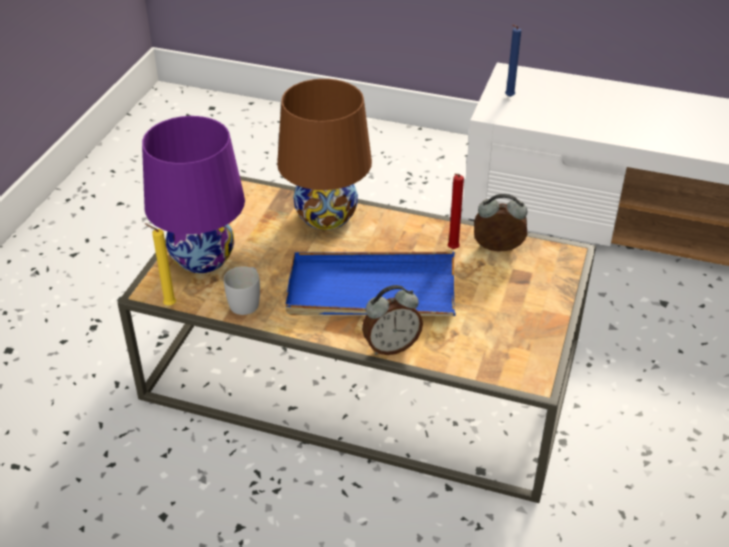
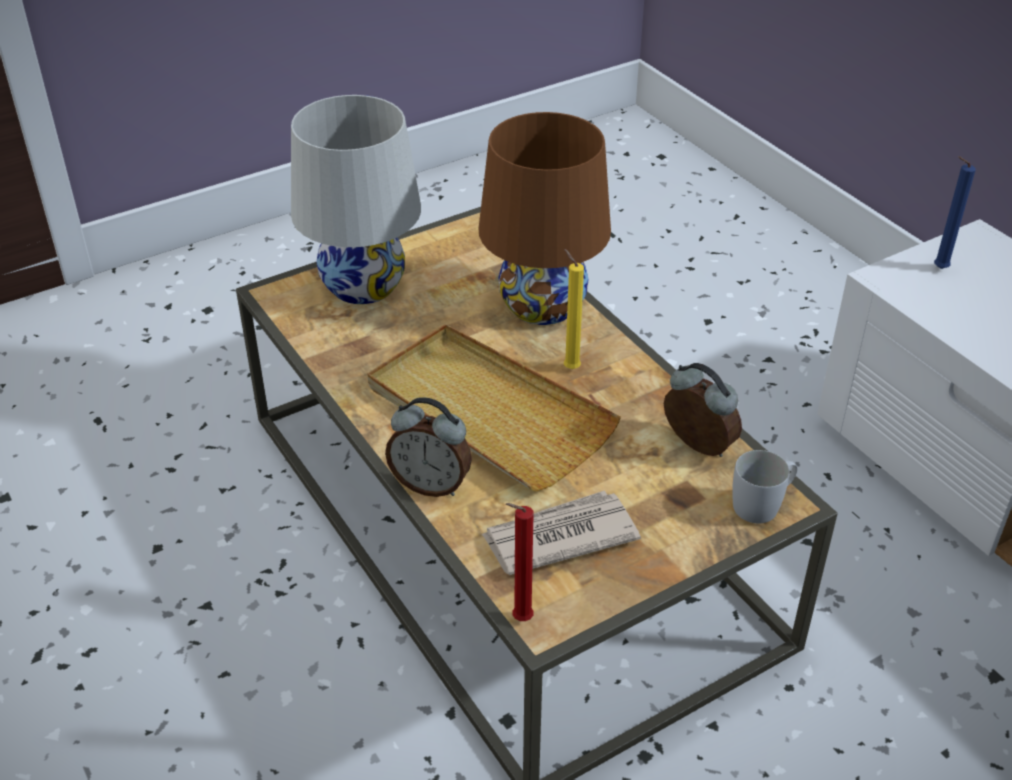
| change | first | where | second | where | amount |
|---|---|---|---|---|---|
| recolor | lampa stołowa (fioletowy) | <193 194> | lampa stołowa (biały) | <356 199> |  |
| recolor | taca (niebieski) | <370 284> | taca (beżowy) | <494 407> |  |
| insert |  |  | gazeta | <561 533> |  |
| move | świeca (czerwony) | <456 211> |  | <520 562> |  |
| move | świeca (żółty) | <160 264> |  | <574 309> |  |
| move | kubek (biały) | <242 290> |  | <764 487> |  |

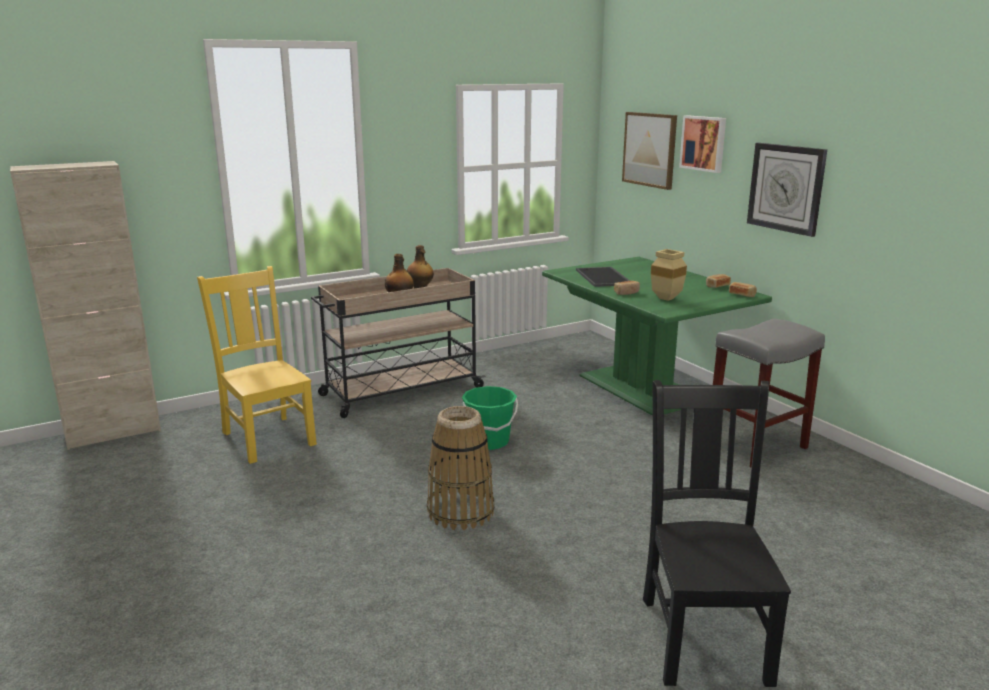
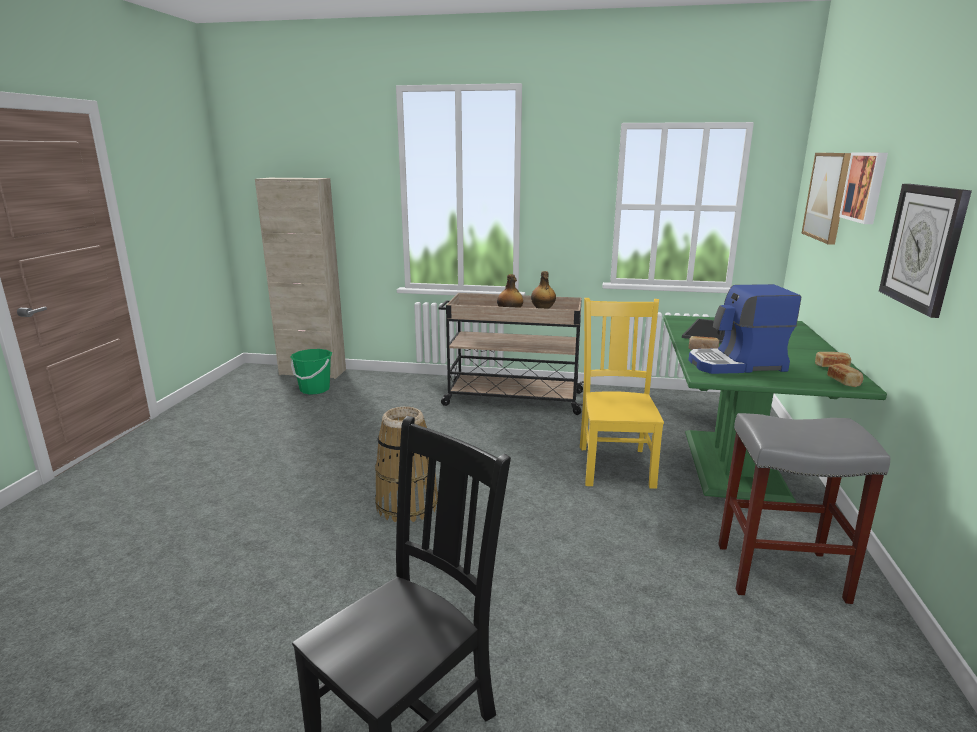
| change | first | where | second | where | amount |
|---|---|---|---|---|---|
| move | wiadro (zielony) | <490 418> |  | <311 372> |  |
| move | krzesło (żółty) | <257 365> |  | <622 393> |  |
| replace | wazon (beżowy) | <669 275> | ekspres do kawy | <744 329> |  |

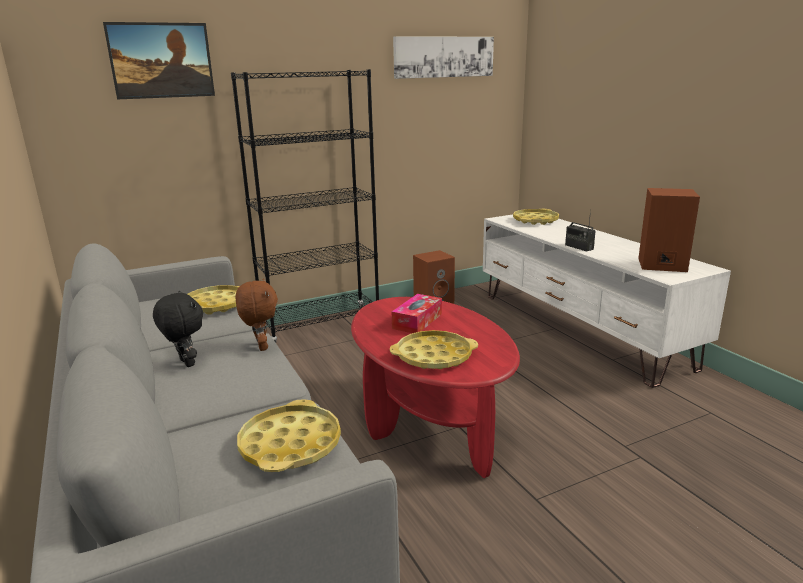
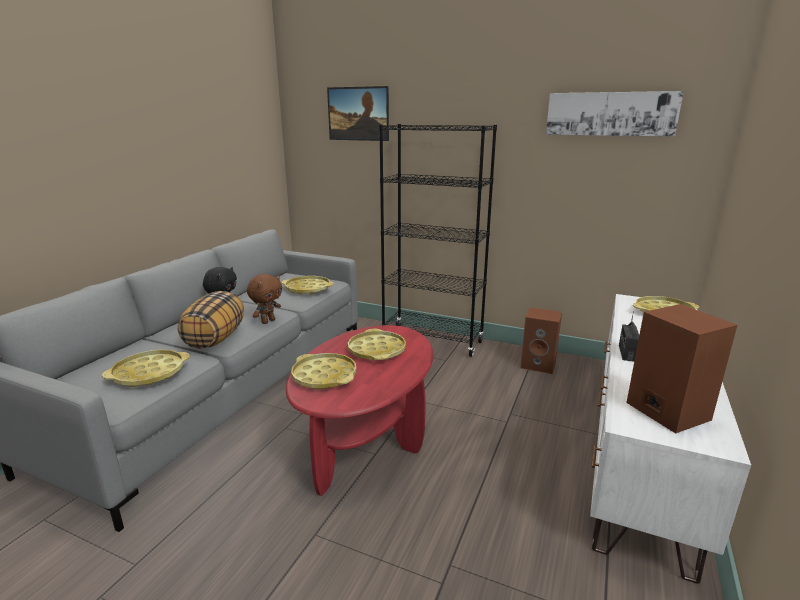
| change | first | where | second | where | amount |
|---|---|---|---|---|---|
| insert |  |  | poduszka | <210 320> |  |
| replace | pudełko chusteczek | <417 313> | taca (żółty) | <377 345> |  |

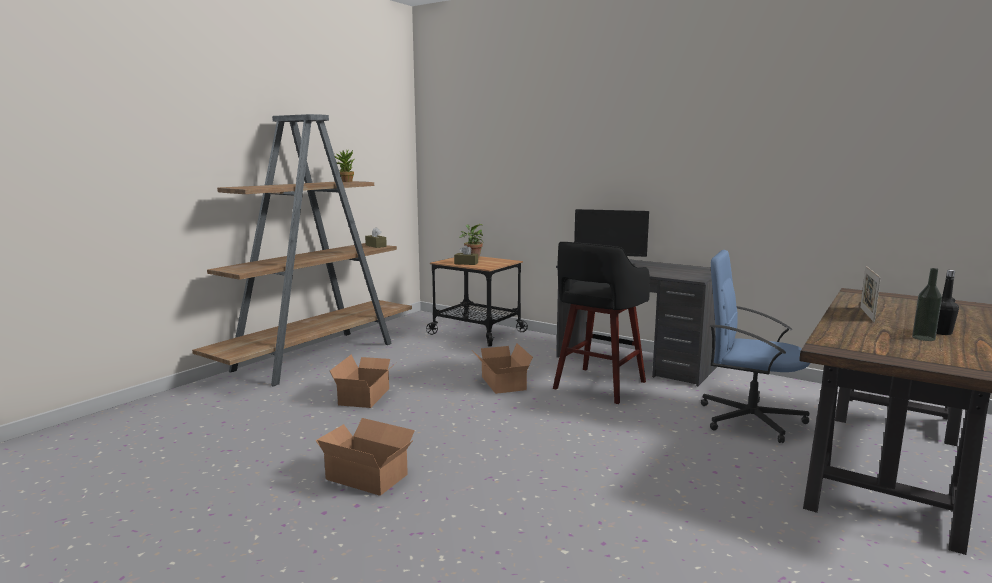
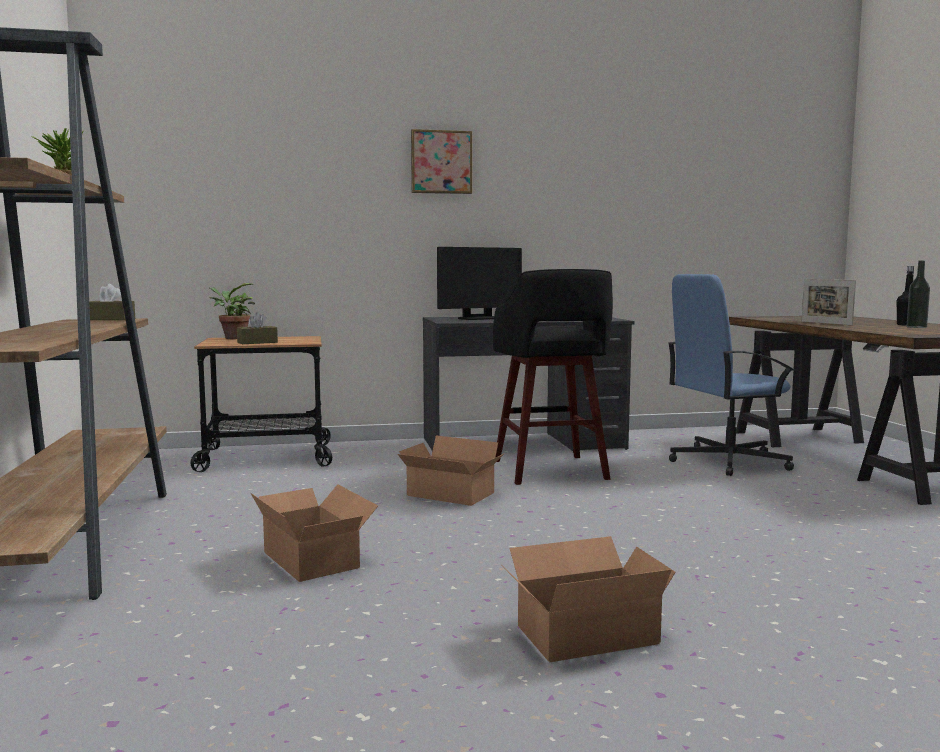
| change | first | where | second | where | amount |
|---|---|---|---|---|---|
| insert |  |  | obraz | <441 161> |  |

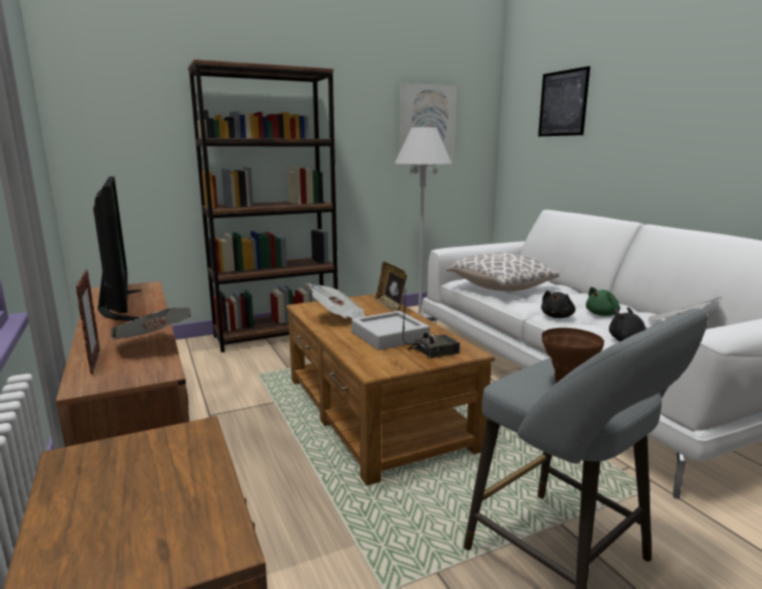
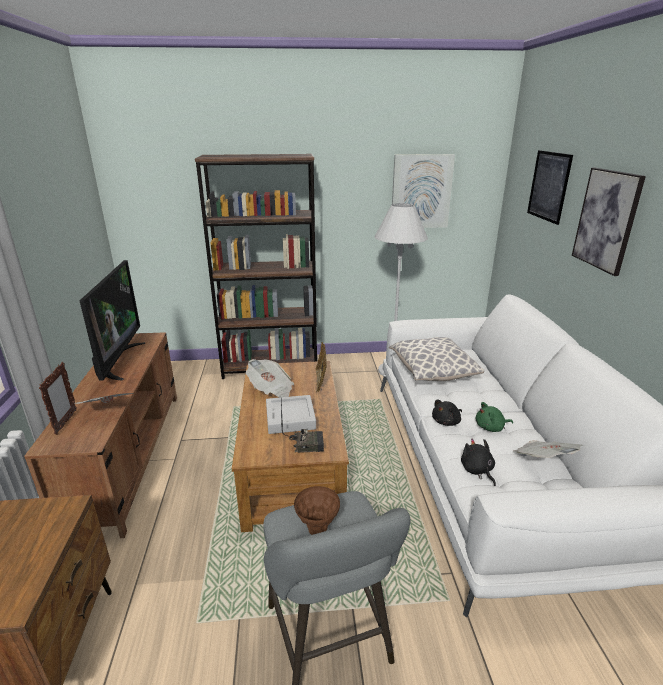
| change | first | where | second | where | amount |
|---|---|---|---|---|---|
| insert |  |  | obraz | <609 222> |  |

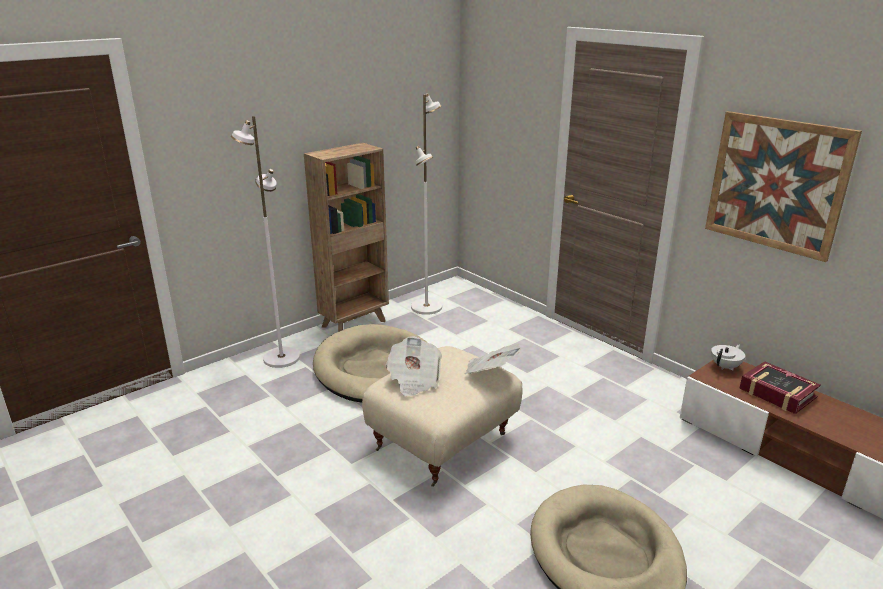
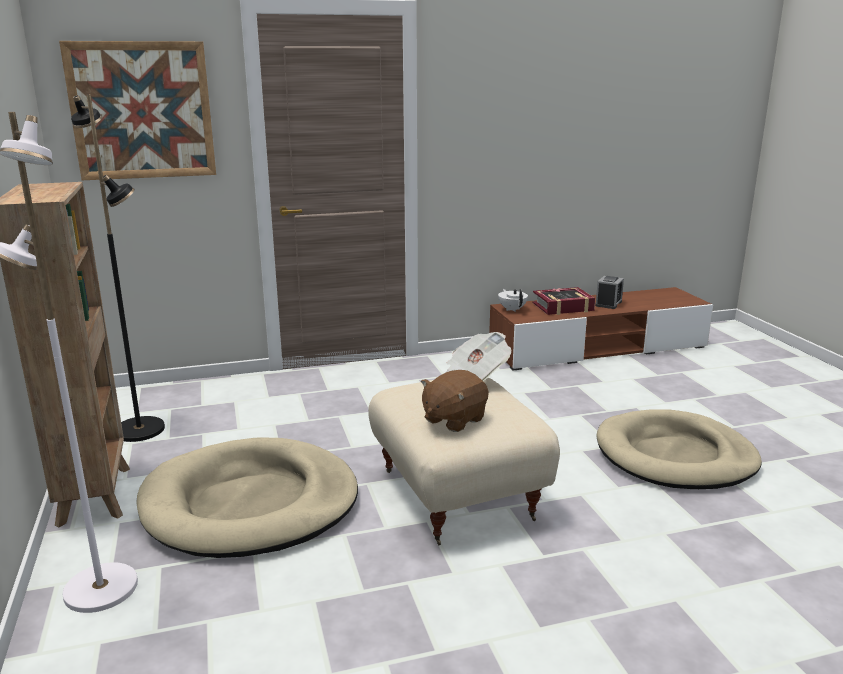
| change | first | where | second | where | amount |
|---|---|---|---|---|---|
| move | obraz | <783 186> |  | <137 110> |  |
| recolor | lampa stojąca (biały) | <426 204> | lampa stojąca (czarny) | <118 268> |  |
| replace | gazeta | <414 366> | pluszak (brązowy) | <455 401> |  |
| insert |  |  | budzik | <609 292> |  |

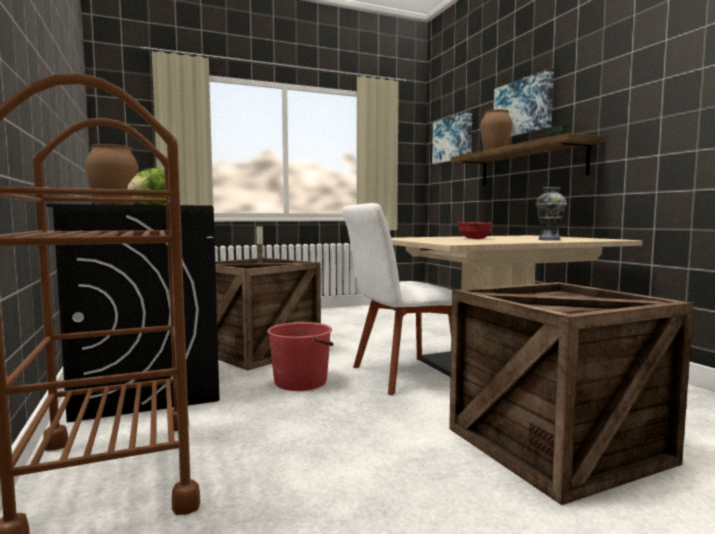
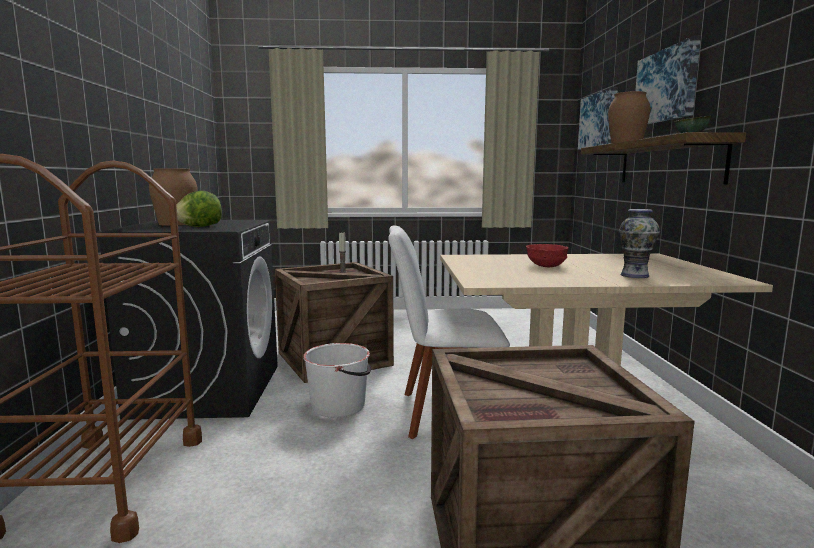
| change | first | where | second | where | amount |
|---|---|---|---|---|---|
| recolor | wiadro (czerwony) | <300 356> | wiadro (biały) | <337 380> |  |

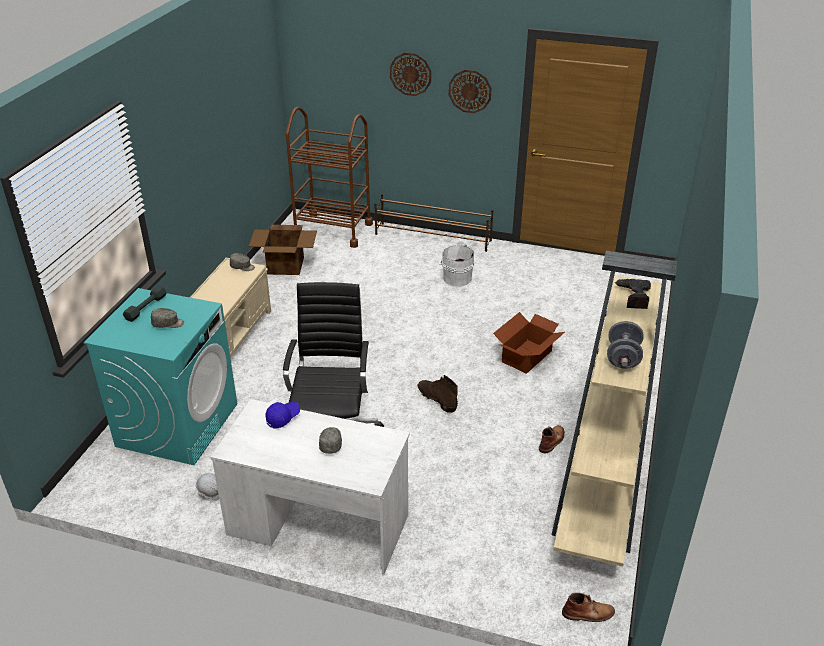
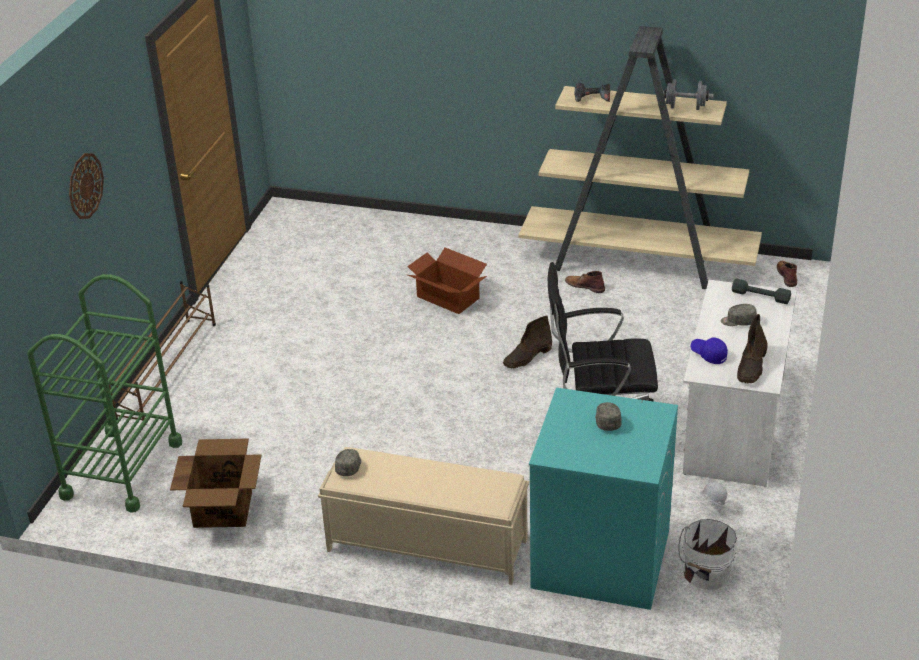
| change | first | where | second | where | amount |
|---|---|---|---|---|---|
| recolor | wózek (brązowy) | <329 177> | wózek (zielony) | <104 393> |  |
| move | wiadro (biały) | <456 265> |  | <707 554> |  |
| move | hantel (szary) | <145 304> |  | <761 291> |  |
| insert |  |  | but z cholewką (brązowy) | <752 349> |  |
| delete | zegar ścienny | <470 91> |  |  |  |

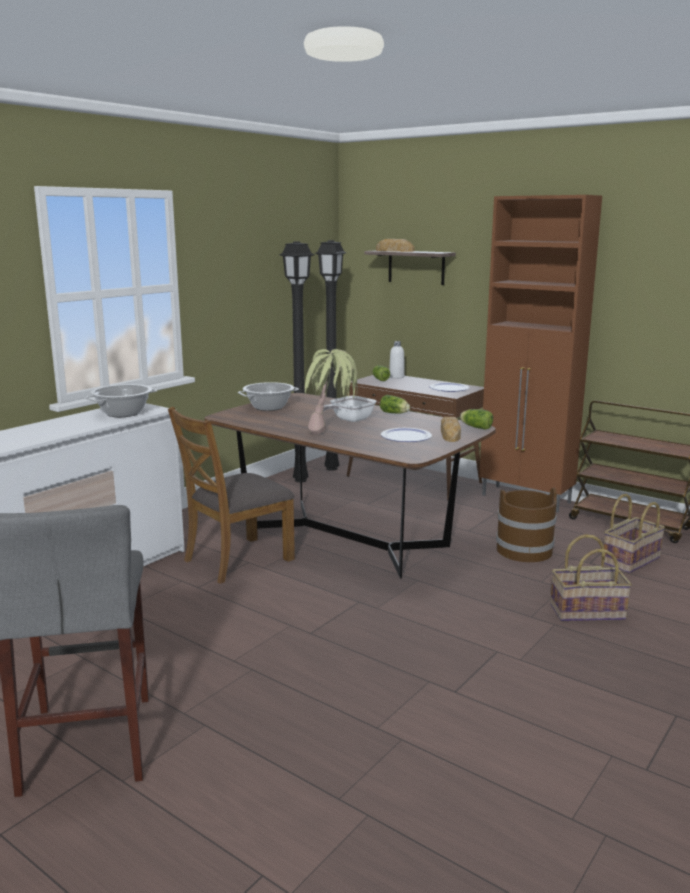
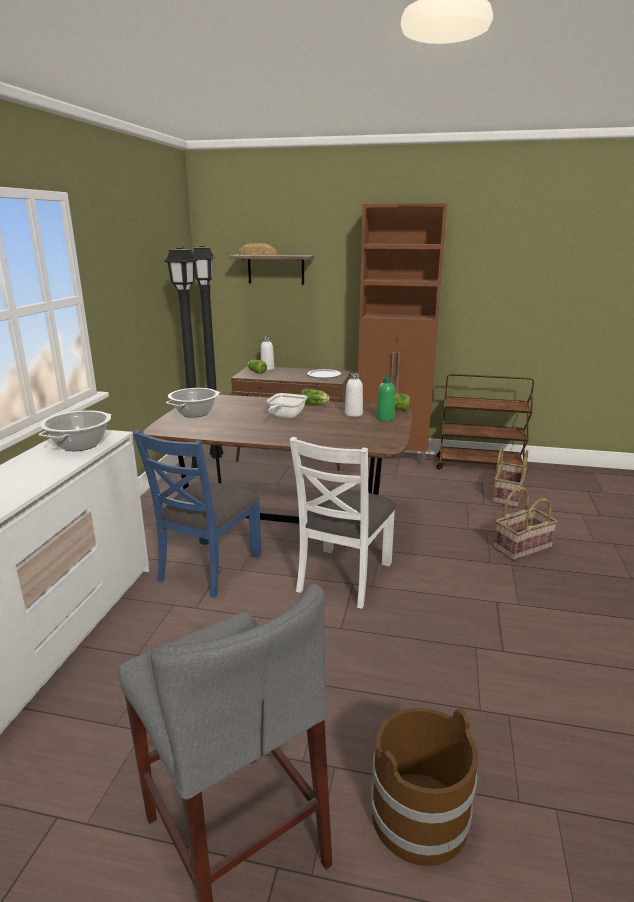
| change | first | where | second | where | amount |
|---|---|---|---|---|---|
| recolor | krzesło (brązowy) | <231 495> | krzesło (niebieski) | <197 514> |  |
| insert |  |  | krzesło (biały) | <343 523> |  |
| insert |  |  | butelka (biały) | <354 394> |  |
| move | wiadro (brązowy) | <526 525> |  | <424 786> |  |
| replace | chleb | <451 429> | butelka (zielony) | <385 398> |  |
| delete | roślina doniczkowa | <329 391> |  |  |  |
| delete | talerz | <406 435> |  |  |  |

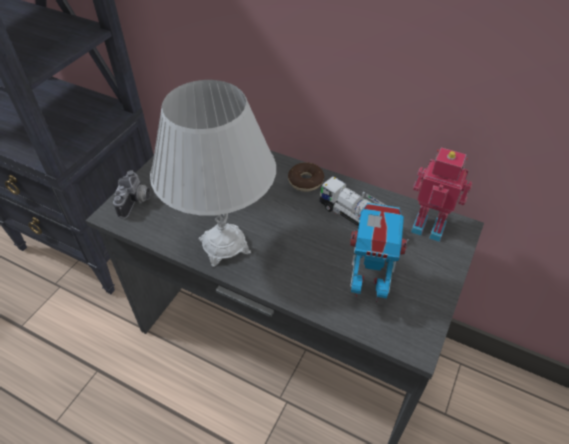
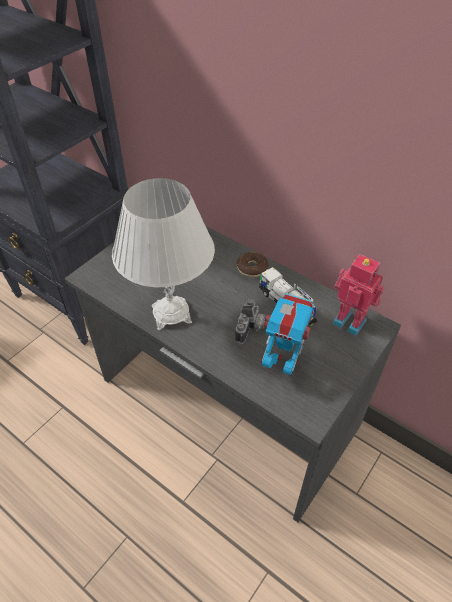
| change | first | where | second | where | amount |
|---|---|---|---|---|---|
| move | aparat fotograficzny | <131 194> |  | <250 321> |  |

